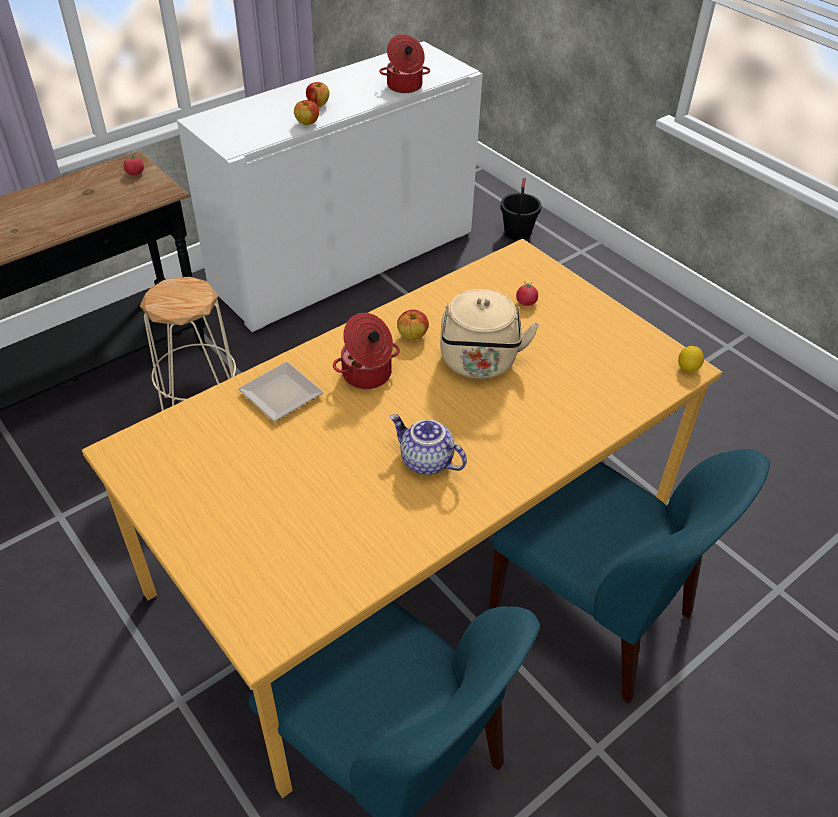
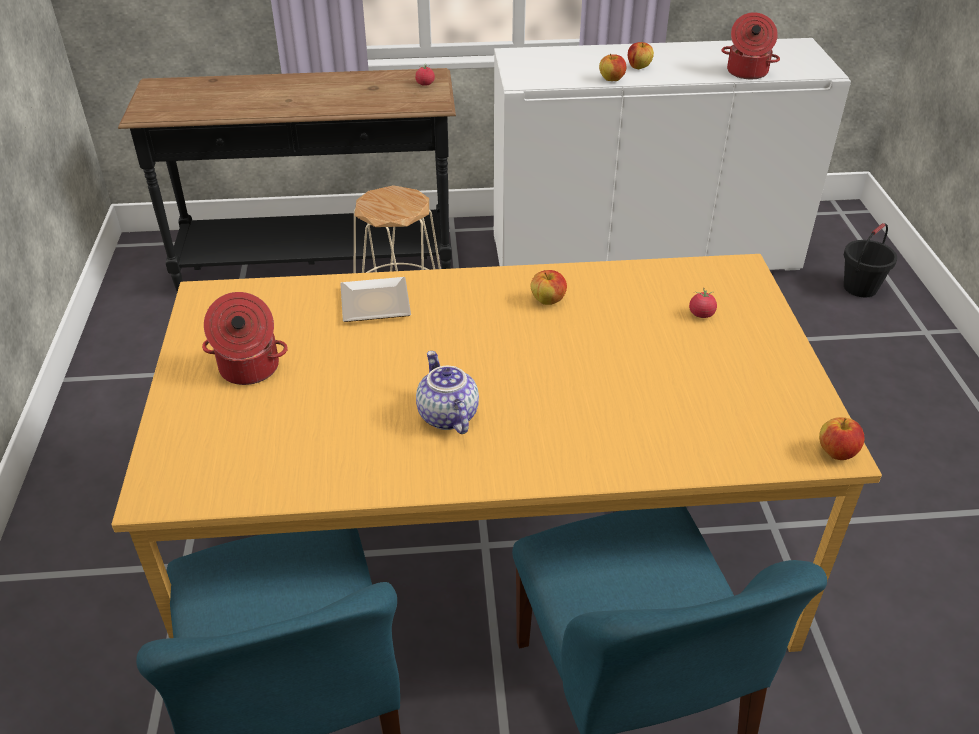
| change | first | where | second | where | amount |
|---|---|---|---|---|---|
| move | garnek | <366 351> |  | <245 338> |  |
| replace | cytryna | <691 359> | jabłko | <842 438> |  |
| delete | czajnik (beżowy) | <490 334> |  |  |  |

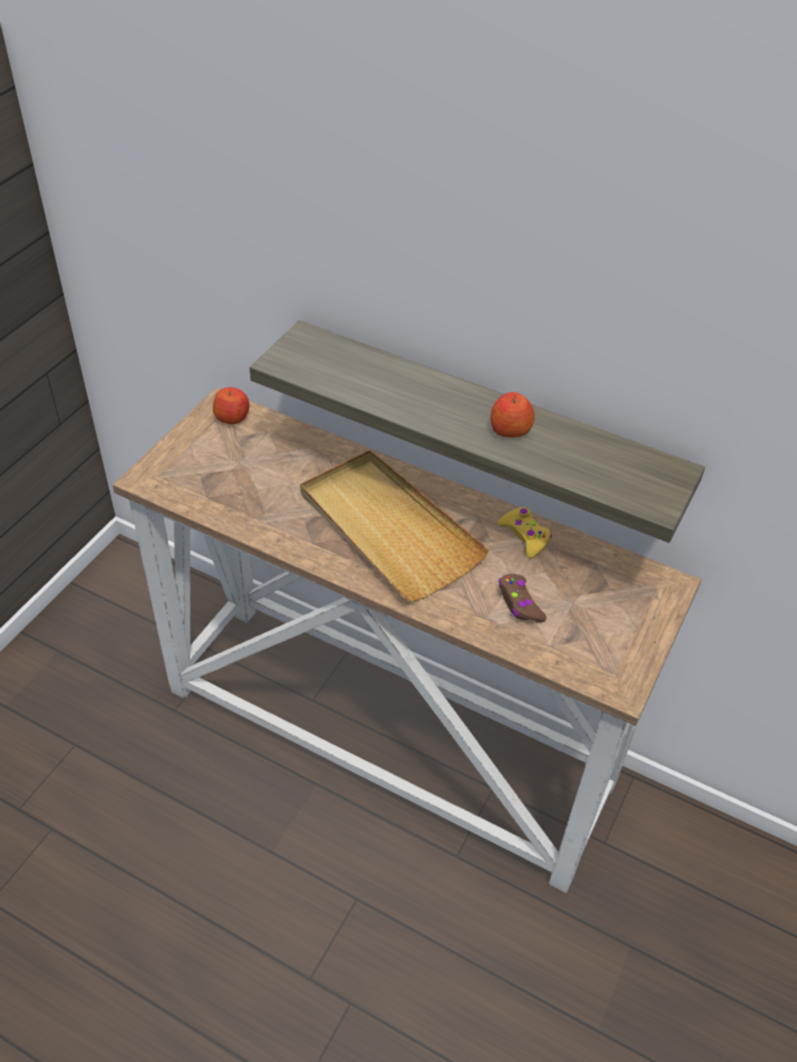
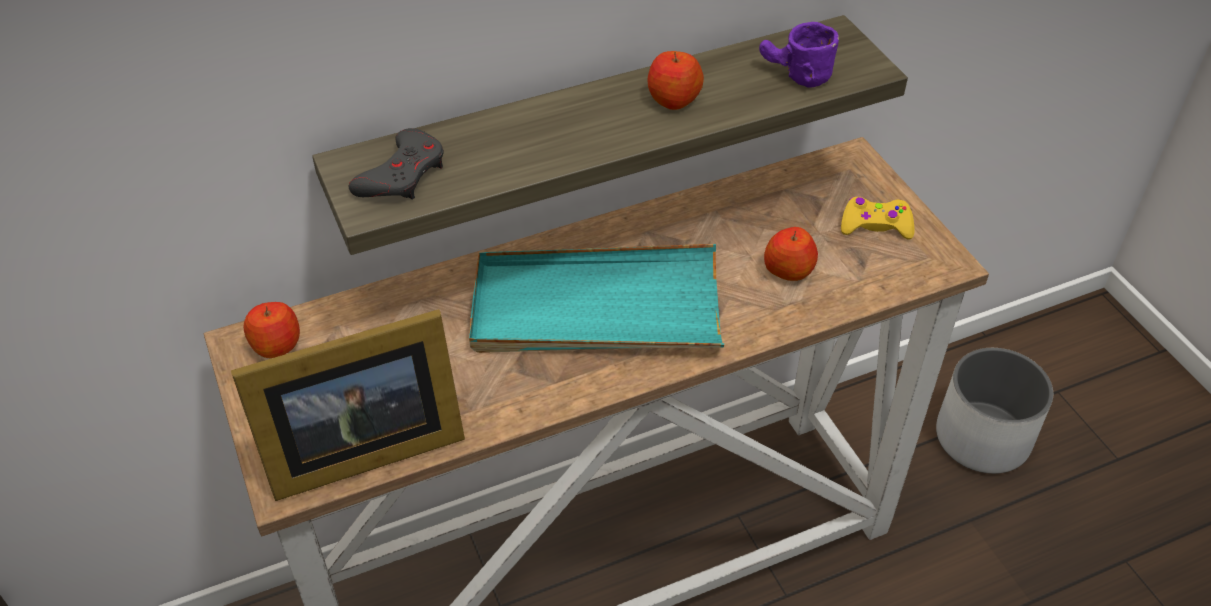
| change | first | where | second | where | amount |
|---|---|---|---|---|---|
| insert |  |  | ramka na zdjęcie | <348 405> |  |
| insert |  |  | pad do gier (szary) | <396 163> |  |
| recolor | taca (beżowy) | <395 526> | taca (turkusowy) | <596 298> |  |
| insert |  |  | kubek (fioletowy) | <799 55> |  |
| replace | pad do gier (brązowy) | <523 598> | jabłko | <791 254> |  |
| move | pad do gier (żółty) | <525 532> |  | <877 218> |  |
| insert |  |  | donica (biały) | <994 411> |  |

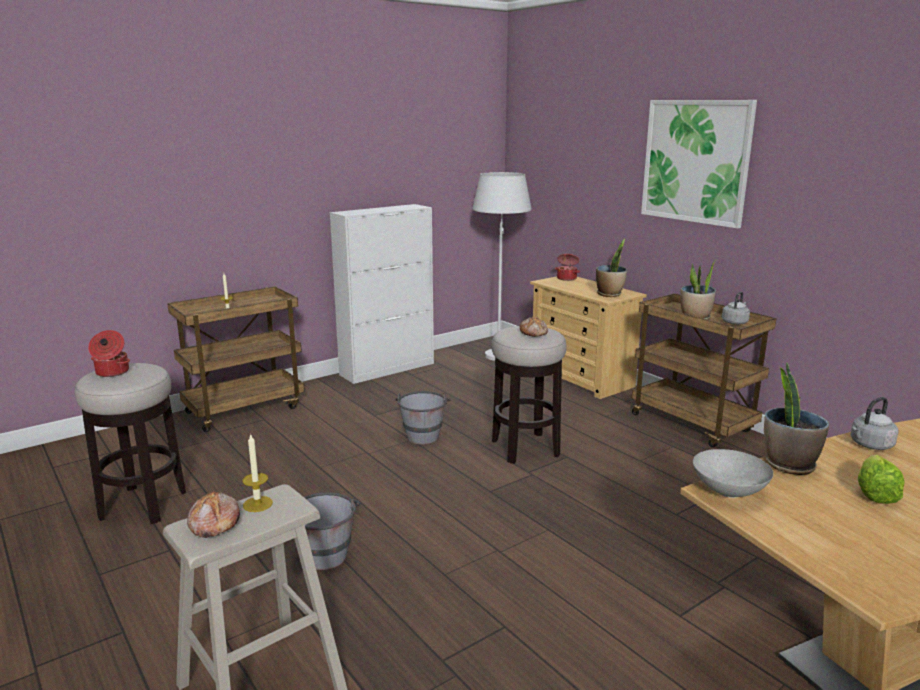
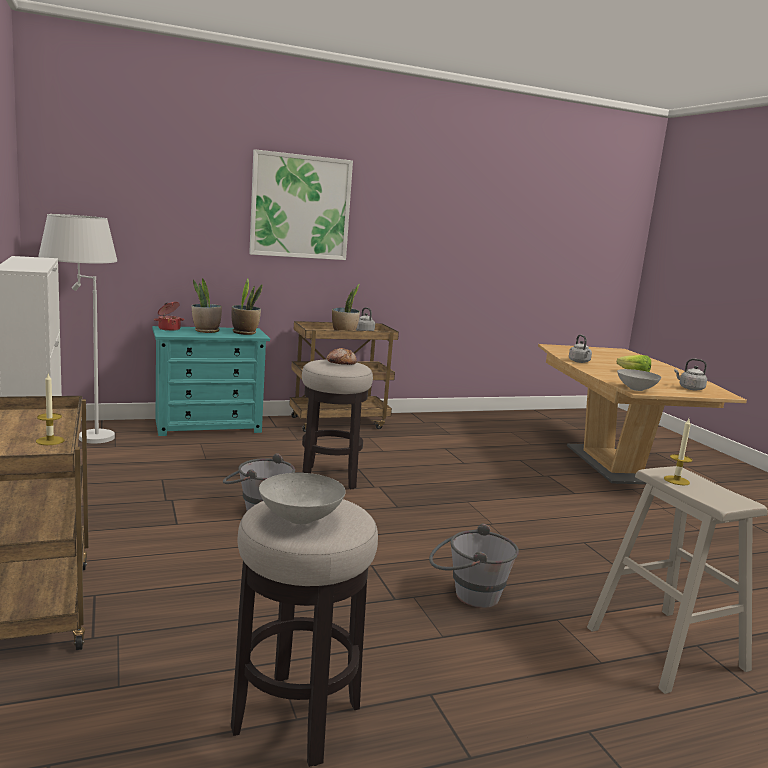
| change | first | where | second | where | amount |
|---|---|---|---|---|---|
| recolor | komoda (beżowy) | <588 337> | komoda (turkusowy) | <211 381> |  |
| move | roślina doniczkowa | <796 418> |  | <207 305> |  |
| replace | garnek | <109 353> | miska (szary) | <302 498> |  |
| insert |  |  | czajnik (szary) | <690 375> |  |
| delete | chleb | <213 514> |  |  |  |

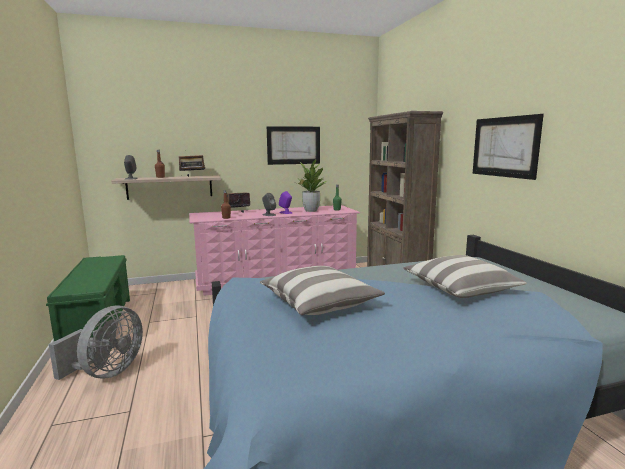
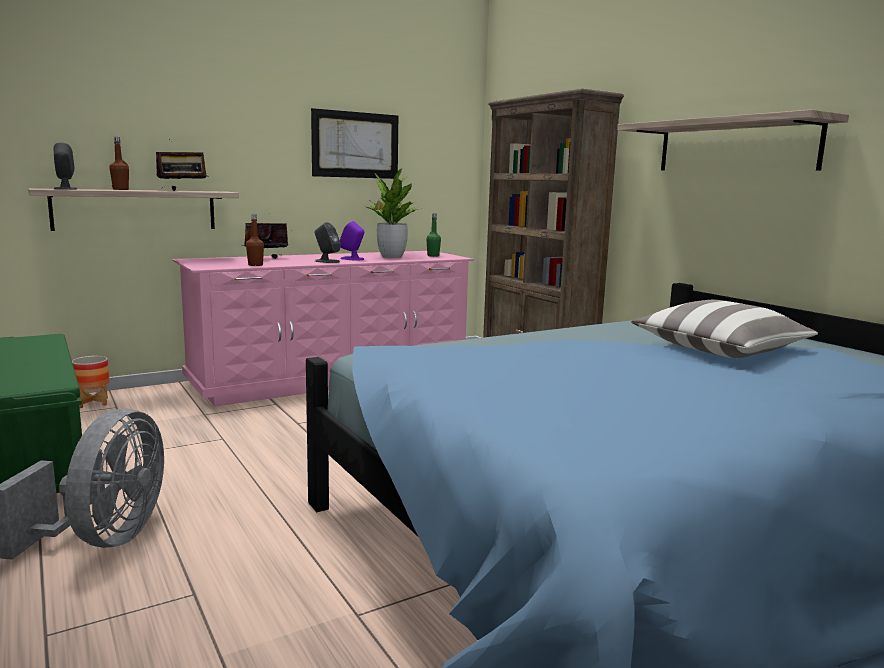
| change | first | where | second | where | amount |
|---|---|---|---|---|---|
| insert |  |  | donica | <91 382> |  |
| replace | obraz | <508 147> | półka | <733 140> |  |
| delete | poduszka | <322 290> |  |  |  |

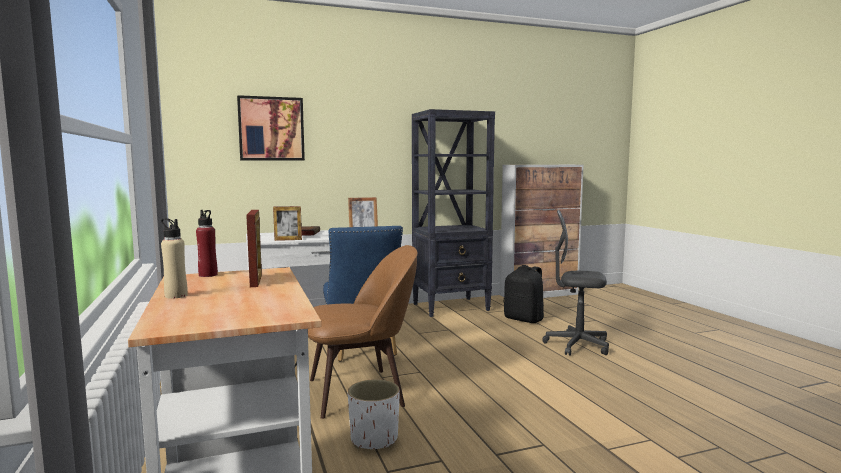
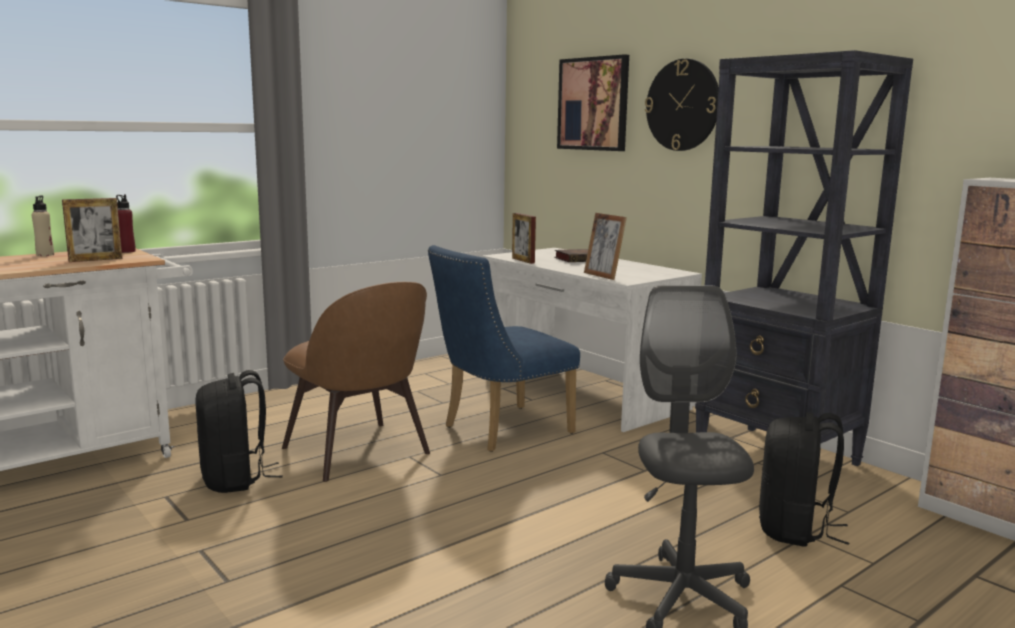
| change | first | where | second | where | amount |
|---|---|---|---|---|---|
| replace | donica (biały) | <374 414> | plecak (czarny) | <239 431> |  |
| insert |  |  | zegar ścienny | <682 105> |  |

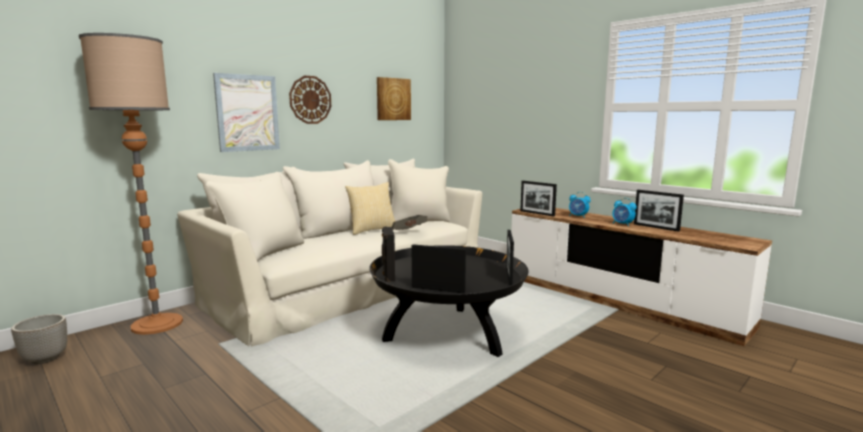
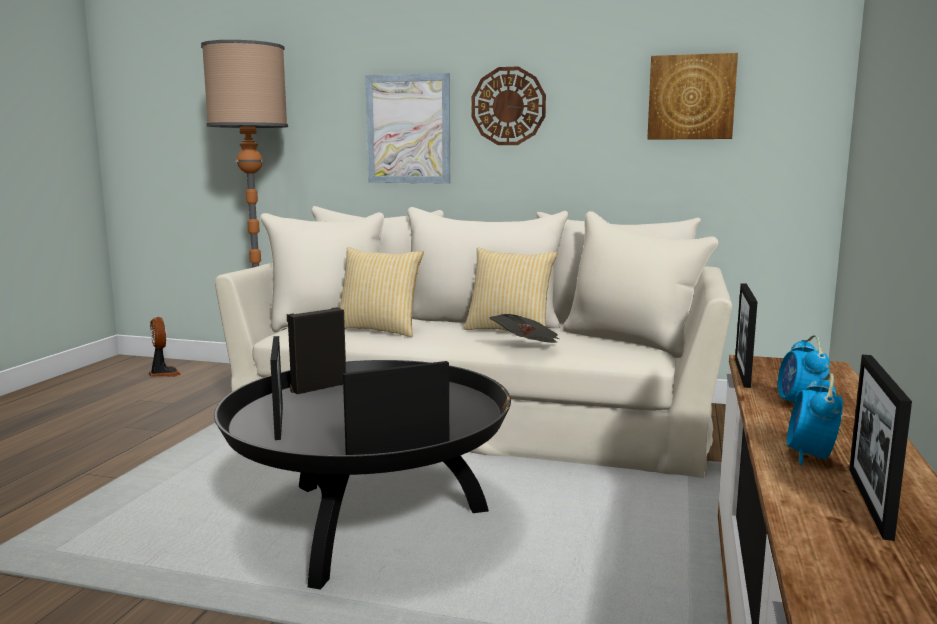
| change | first | where | second | where | amount |
|---|---|---|---|---|---|
| replace | donica | <39 339> | wentylator | <165 347> |  |
| insert |  |  | poduszka | <381 292> |  |

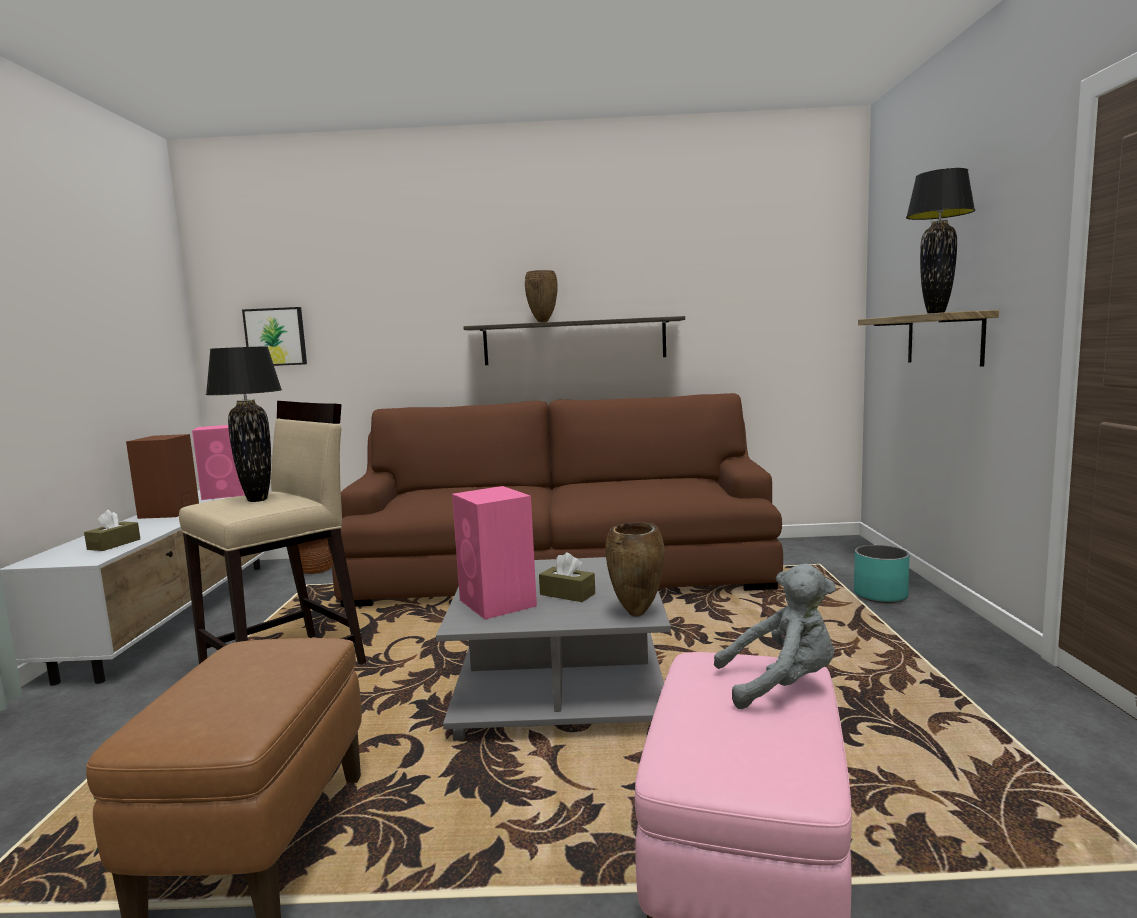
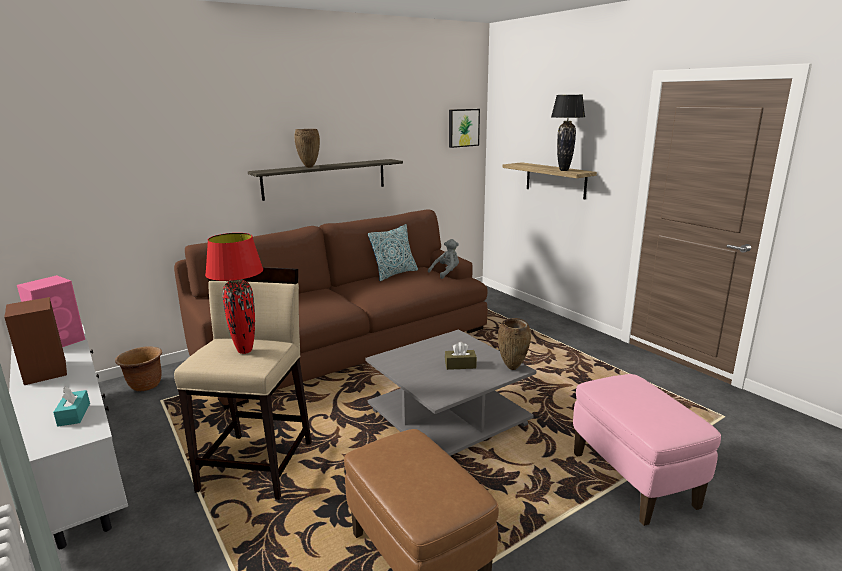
| change | first | where | second | where | amount |
|---|---|---|---|---|---|
| recolor | pudełko chusteczek (brązowy) | <112 530> | pudełko chusteczek (turkusowy) | <71 406> |  |
| recolor | lampa stołowa (czarny) | <244 424> | lampa stołowa (czerwony) | <234 293> |  |
| insert |  |  | poduszka | <393 252> |  |
| move | pluszak (szary) | <775 636> |  | <443 259> |  |
| move | obraz | <274 336> |  | <464 128> |  |
| delete | głośnik (różowy) | <494 552> |  |  |  |
| delete | donica (turkusowy) | <881 574> |  |  |  |

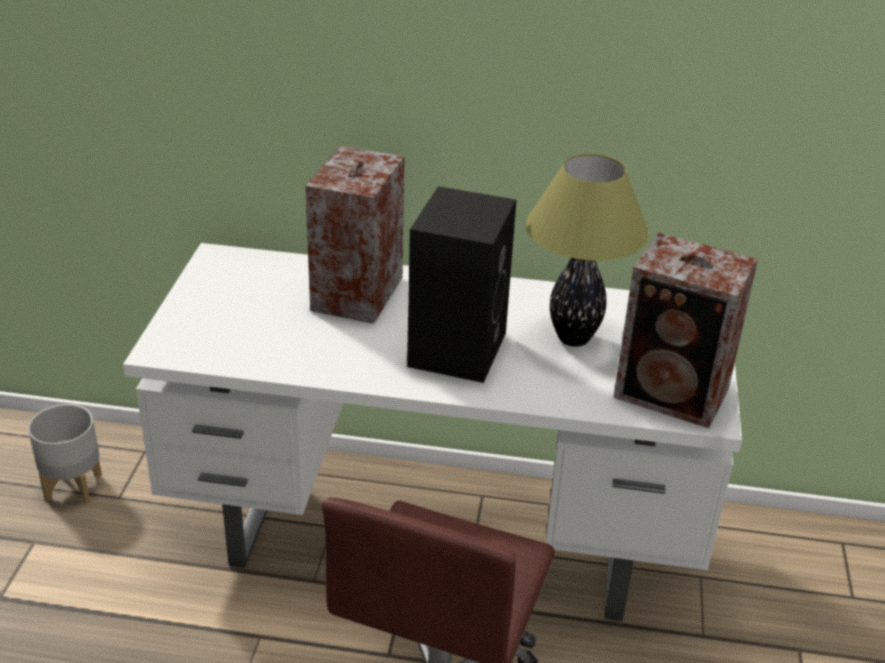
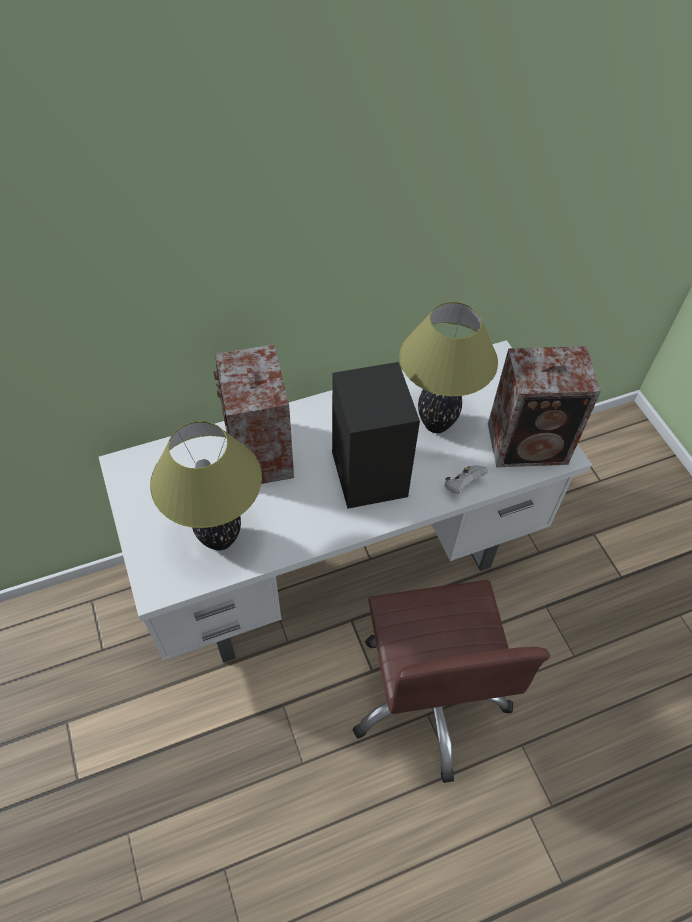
| change | first | where | second | where | amount |
|---|---|---|---|---|---|
| insert |  |  | lampa stołowa | <206 486> |  |
| insert |  |  | pad do gier (biały) | <466 479> |  |
| delete | donica (szary) | <65 454> |  |  |  |

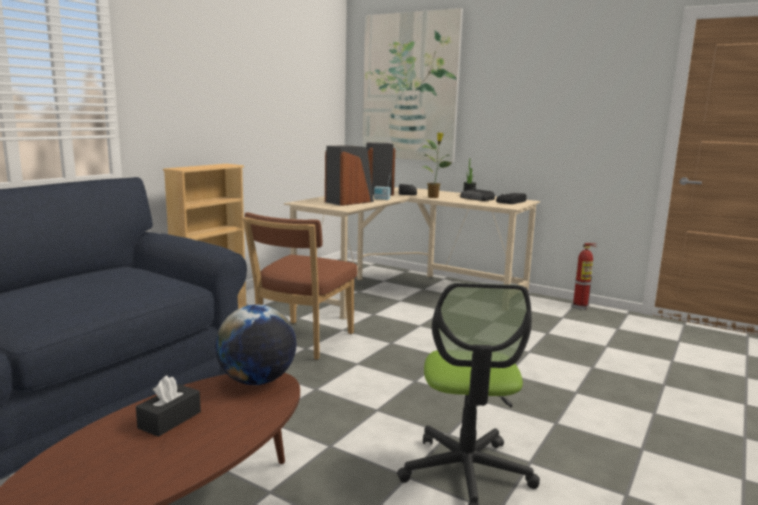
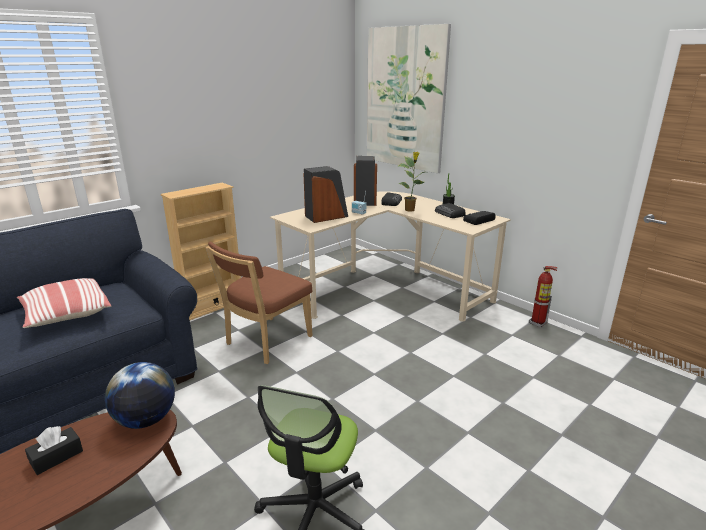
| change | first | where | second | where | amount |
|---|---|---|---|---|---|
| insert |  |  | poduszka | <64 303> |  |

